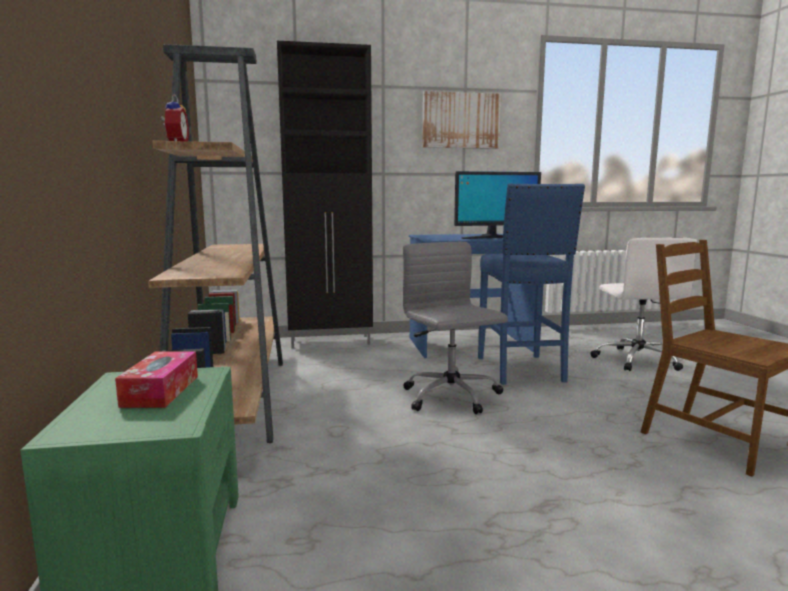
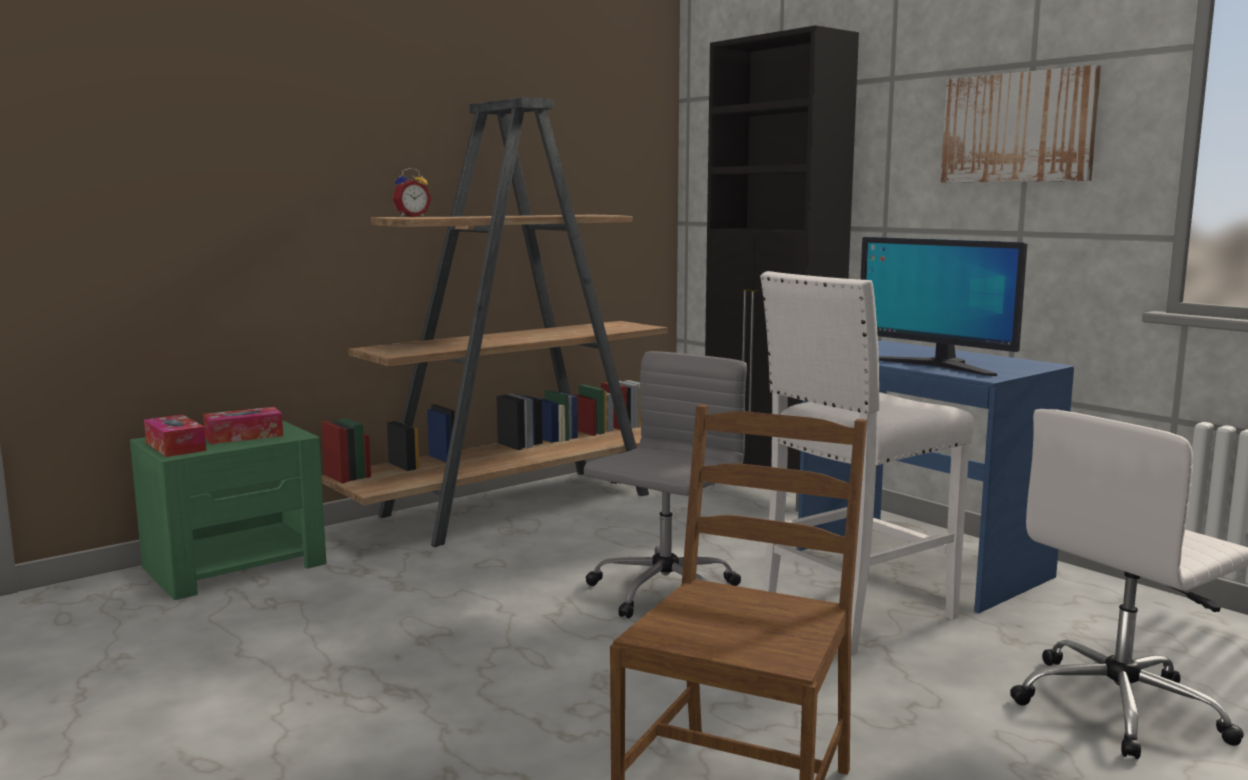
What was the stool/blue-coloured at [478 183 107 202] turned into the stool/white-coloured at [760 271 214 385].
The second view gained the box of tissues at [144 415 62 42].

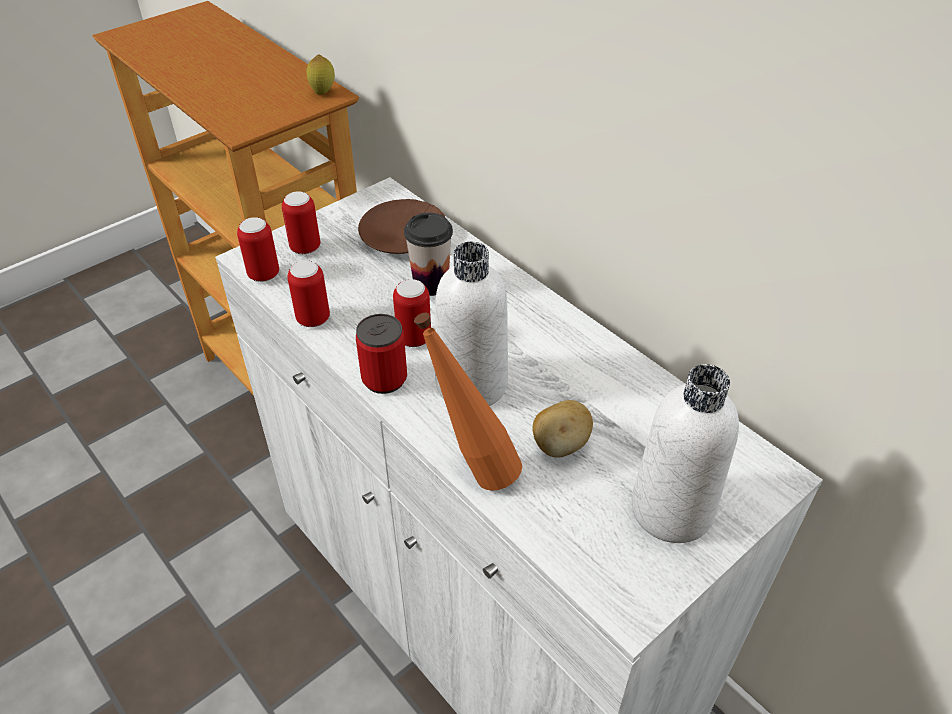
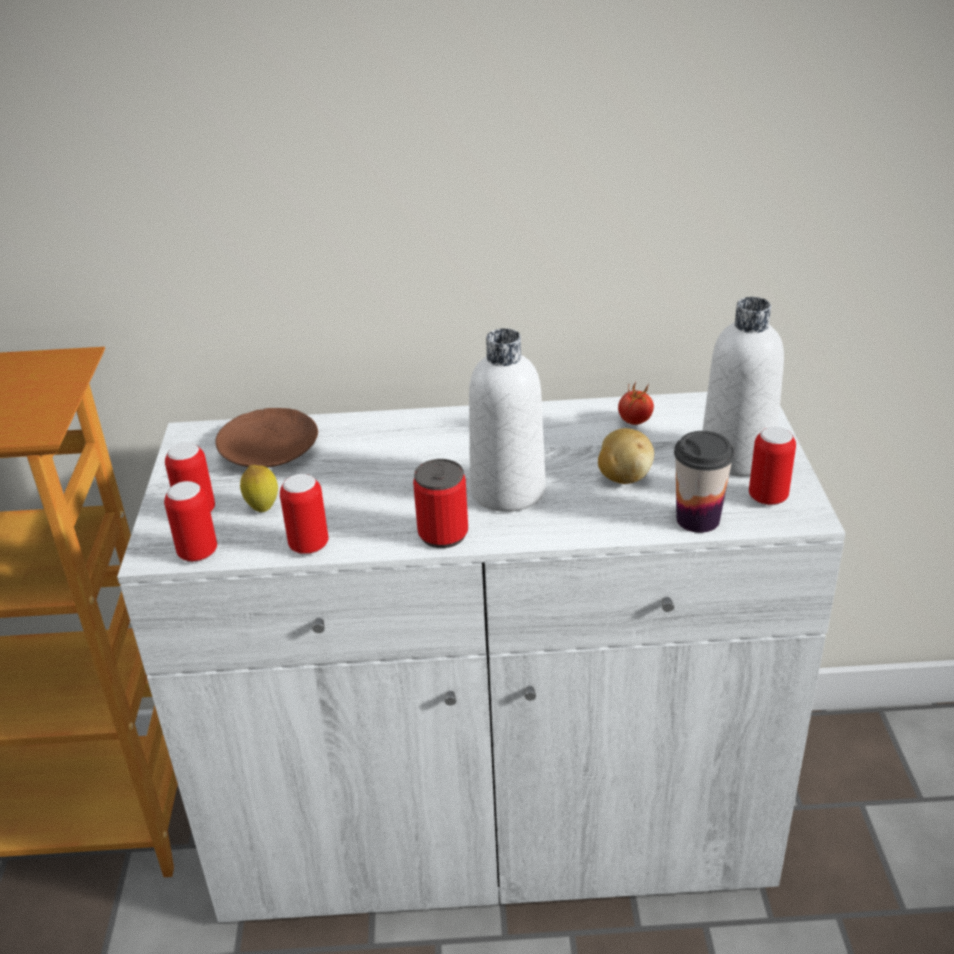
The citrus fruit ended up elsewhere, having gone from [306 55 29 40] to [240 465 38 47].
The small cup ended up elsewhere, having gone from [404 213 49 83] to [674 431 61 102].
The can ended up elsewhere, having gone from [393 279 38 68] to [749 427 47 78].
The second view lost the bottle/orange-coloured at [414 313 108 178].
The second view gained the fresh tomato at [618 382 36 43].

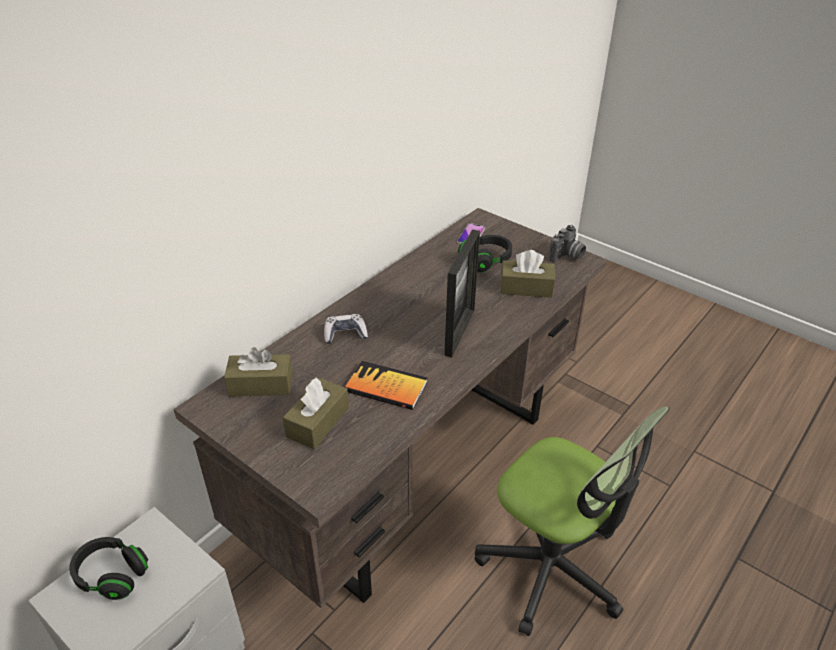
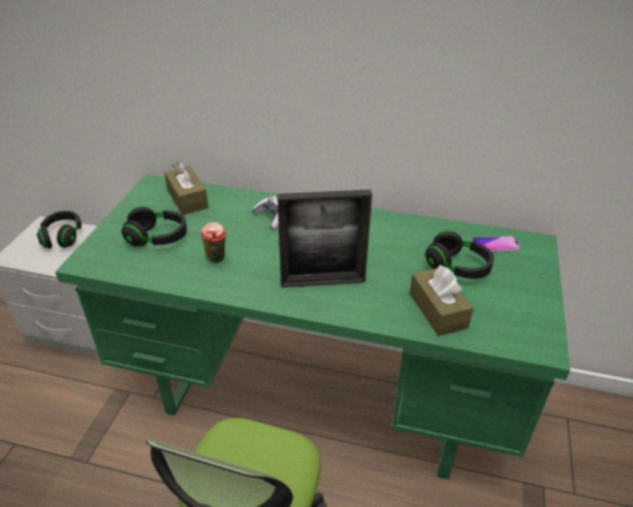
What was the desk/brown-coloured at [173 208 434 400] turned into the desk/green at [55 174 515 306].
The second view lost the photo camera at [548 225 38 37].
Where the bound book stood at [345 361 82 49], the small cup came to stand at [200 222 27 41].
Where the box of tissues/brown-coloured stood at [283 377 66 72], the headset/blackish came to stand at [121 206 66 41].

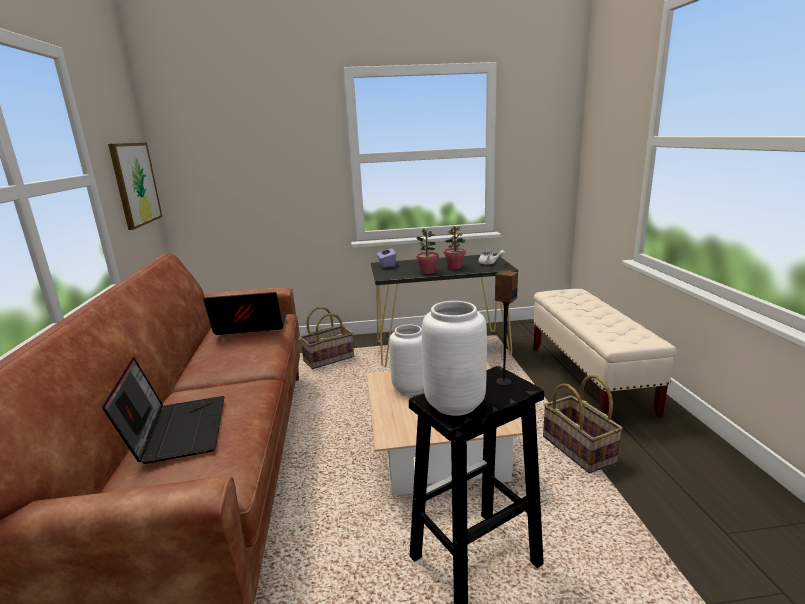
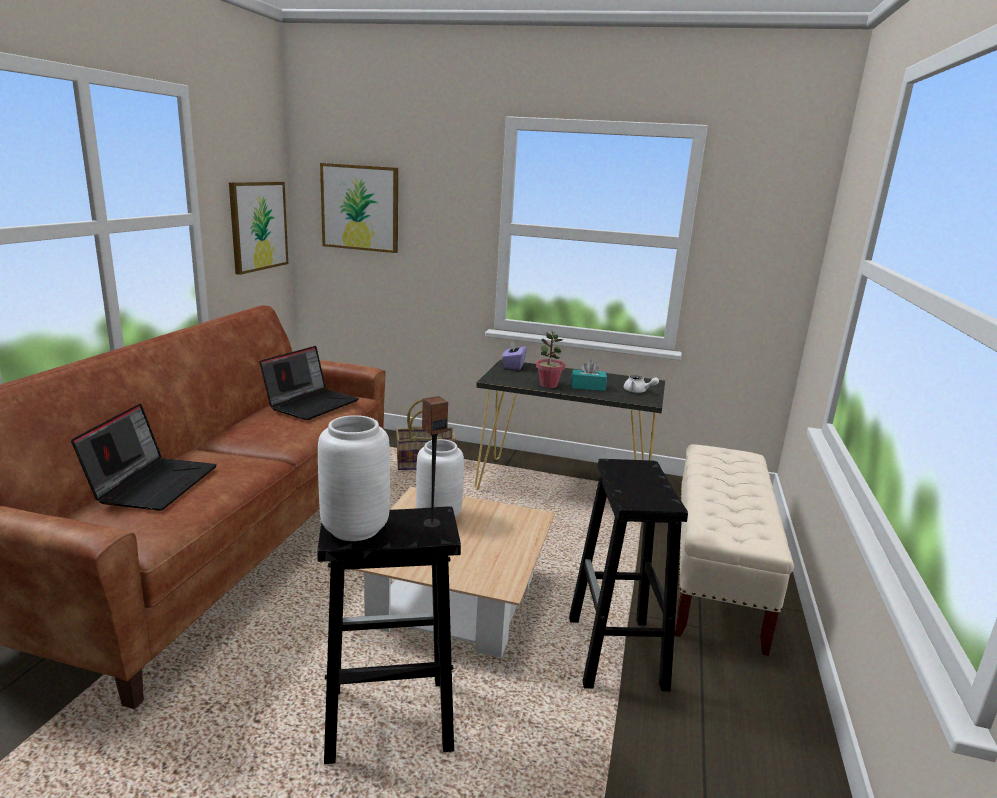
Where the potted plant stood at [444 226 22 43], the box of tissues/blue-green came to stand at [571 360 36 31].
The portable computer at [203 292 84 43] ended up facing another way, 105 degrees clockwise from before.
Where the household basket stood at [543 375 80 98], the stool/blackish came to stand at [569 459 119 232].
The second view gained the wall art at [320 163 78 90].

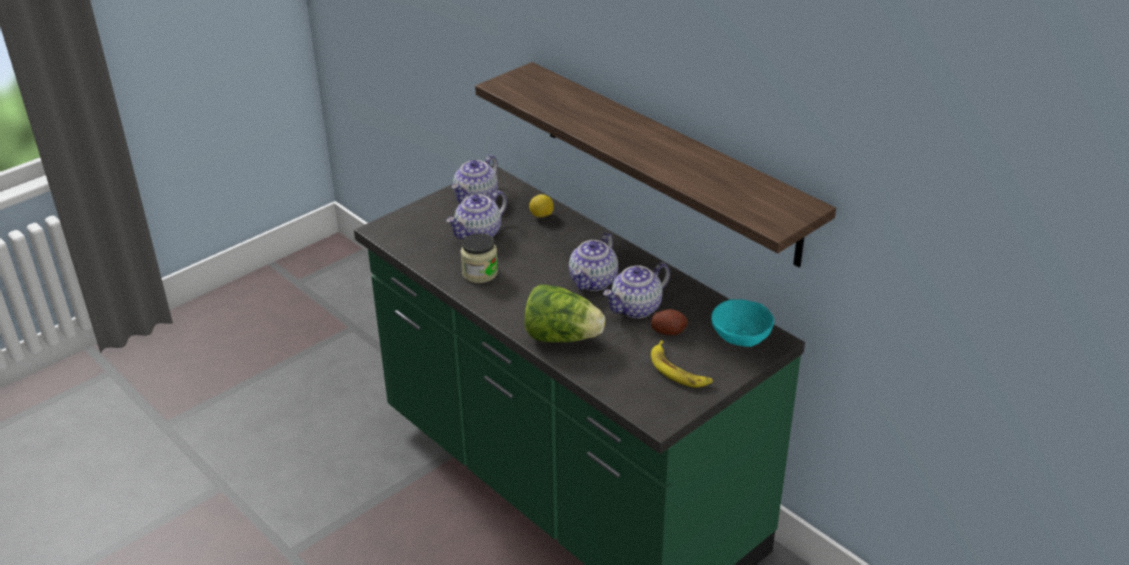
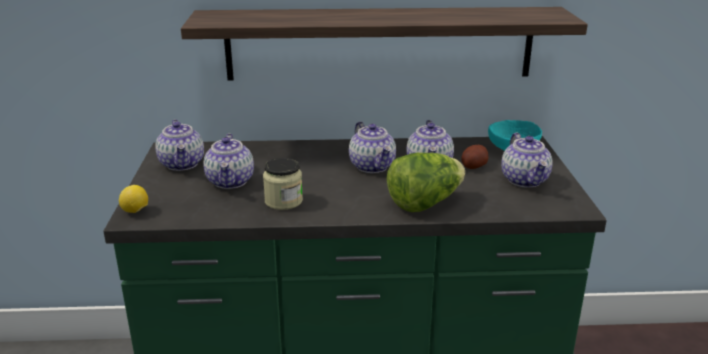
The citrus fruit ended up elsewhere, having gone from [529 194 25 23] to [119 185 29 28].
Where the banana stood at [651 340 62 48], the tea pot came to stand at [501 133 52 55].

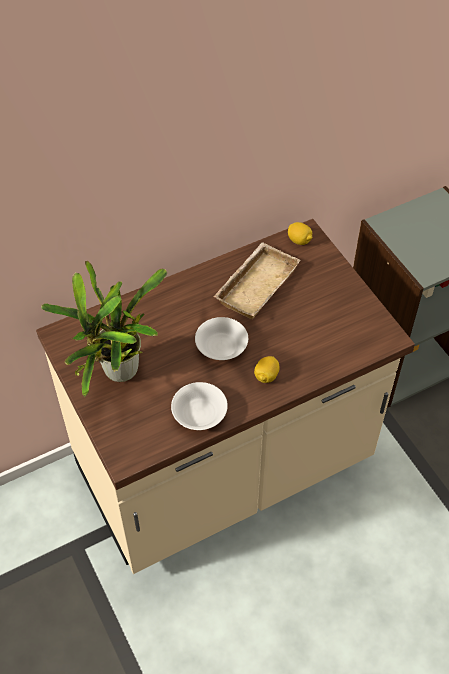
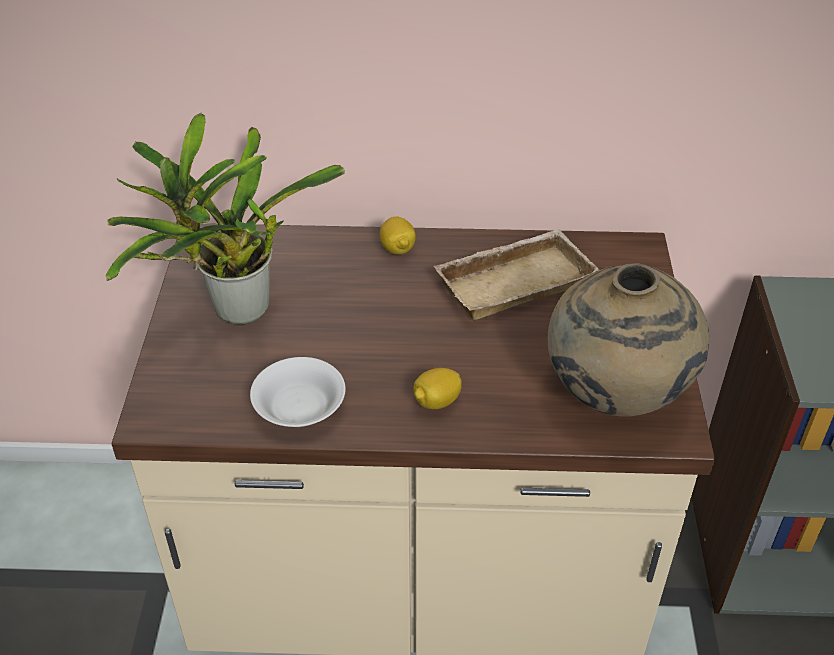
The citrus fruit ended up elsewhere, having gone from [288 222 25 23] to [380 217 36 37].
The second view lost the bowl/white-coloured at [195 317 53 43].
The second view gained the decorative vase/sand-coloured at [548 263 161 153].

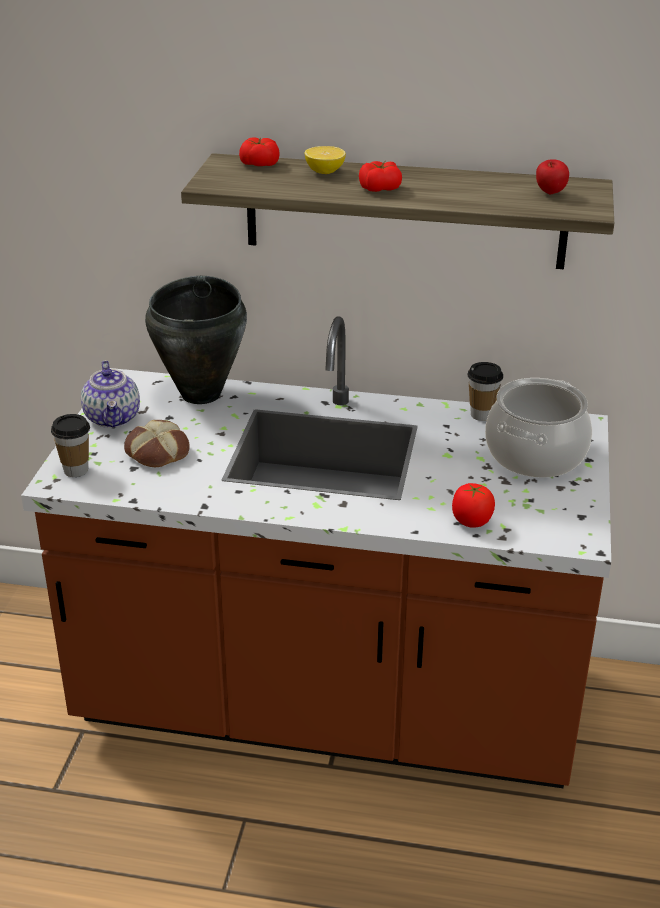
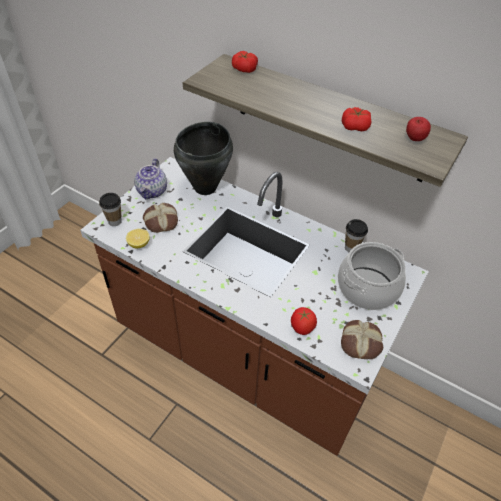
The citrus fruit ended up elsewhere, having gone from [305 146 41 28] to [126 229 24 19].
The fresh tomato ended up elsewhere, having gone from [359 161 43 31] to [342 107 30 24].
The second view gained the baked bread at [341 320 42 39].

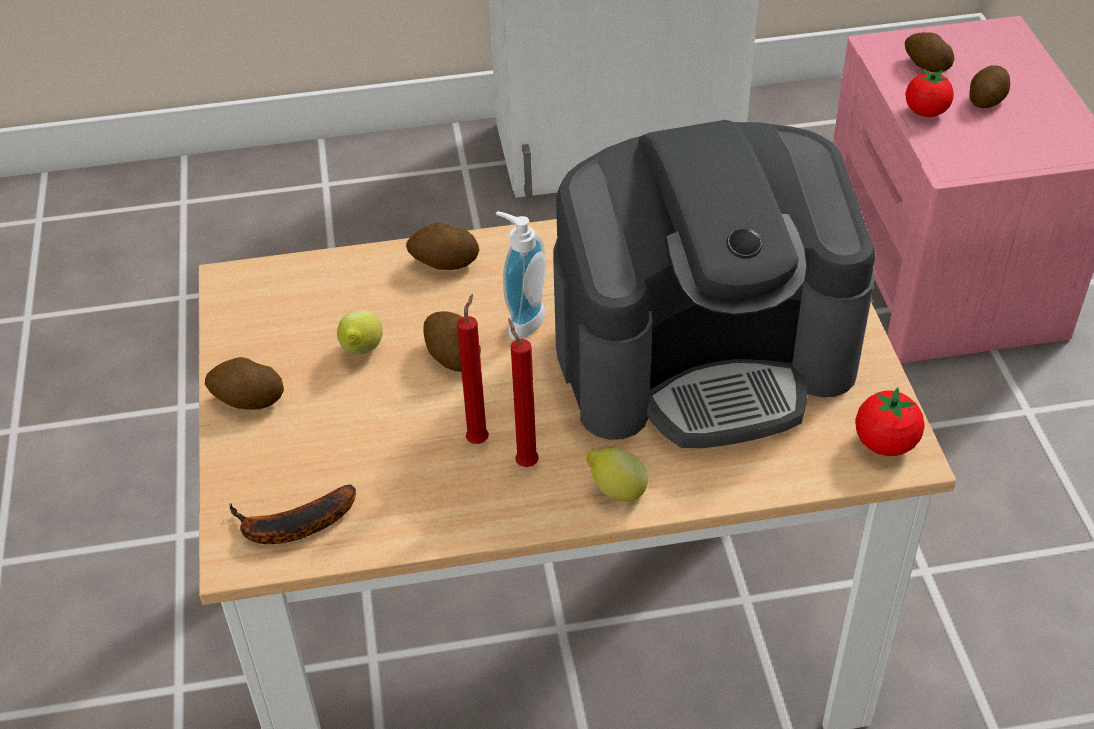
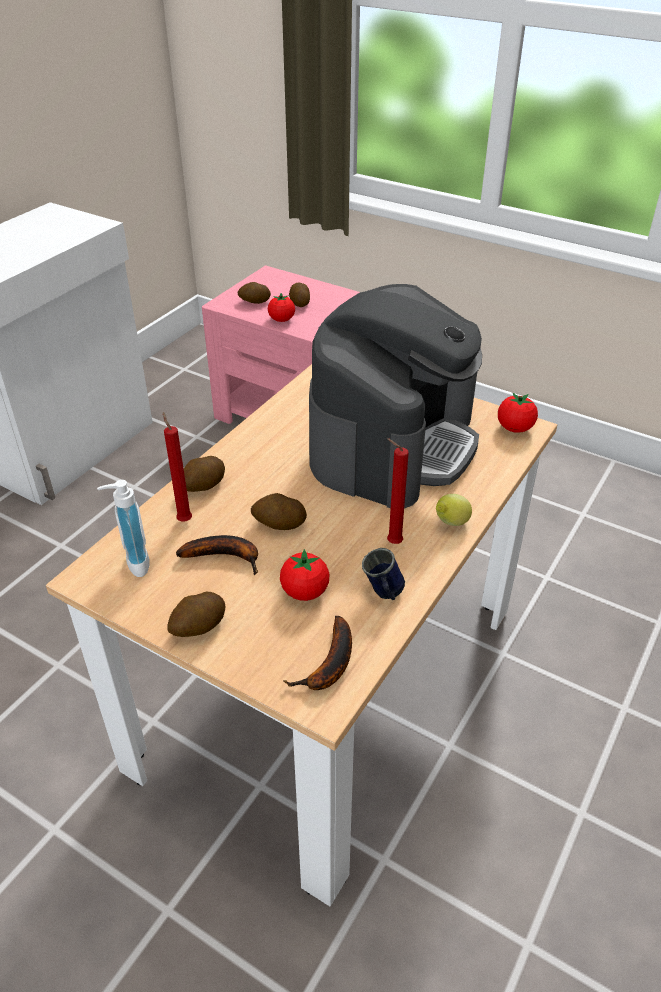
The soap dispenser ended up elsewhere, having gone from [496 211 50 129] to [97 480 52 97].
The candle/reddish ended up elsewhere, having gone from [457 294 32 150] to [163 412 29 110].
Where the citrus fruit stood at [337 310 46 44], the banana came to stand at [176 535 82 40].
The second view gained the tea mug/blue-coloured at [362 548 43 52].
The second view gained the fresh tomato at [280 549 49 52].

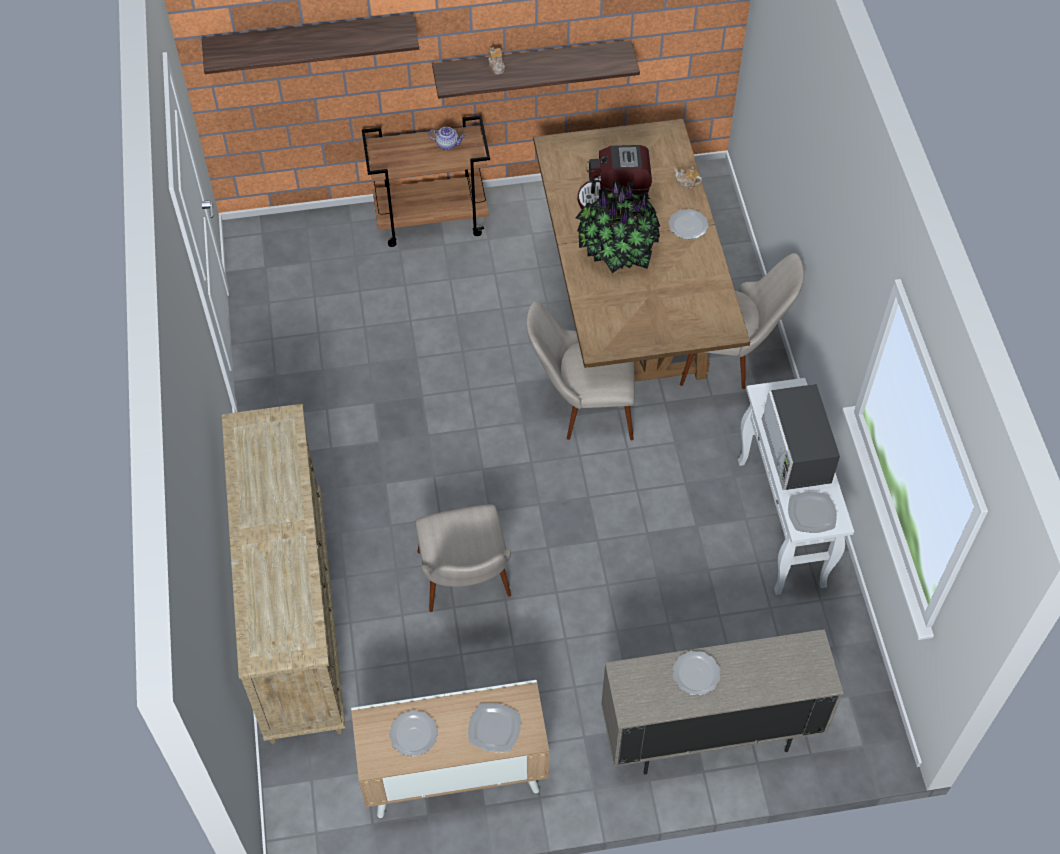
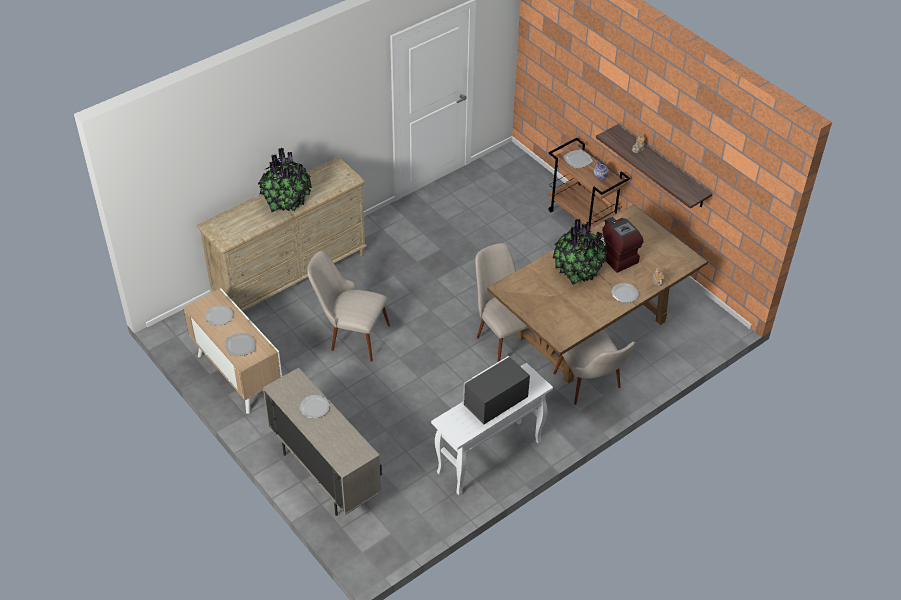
The second view lost the shelf at [202 14 217 60].
The flat dish ended up elsewhere, having gone from [788 492 49 41] to [563 150 30 19].
The plain chair/sand-coloured at [415 505 96 107] ended up facing another way, 60 degrees clockwise from before.
The second view gained the potted plant at [258 148 54 64].

